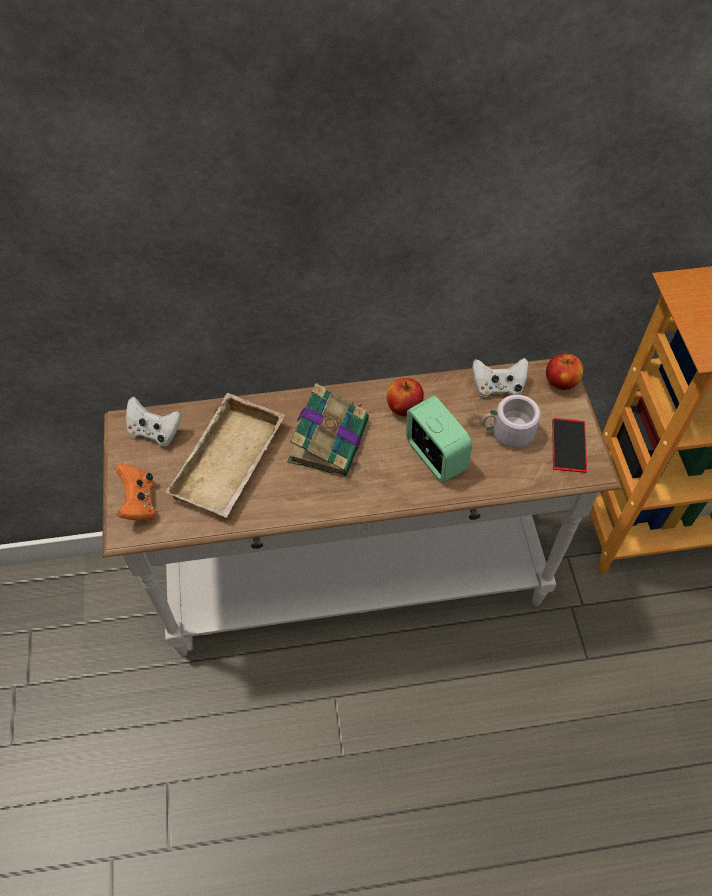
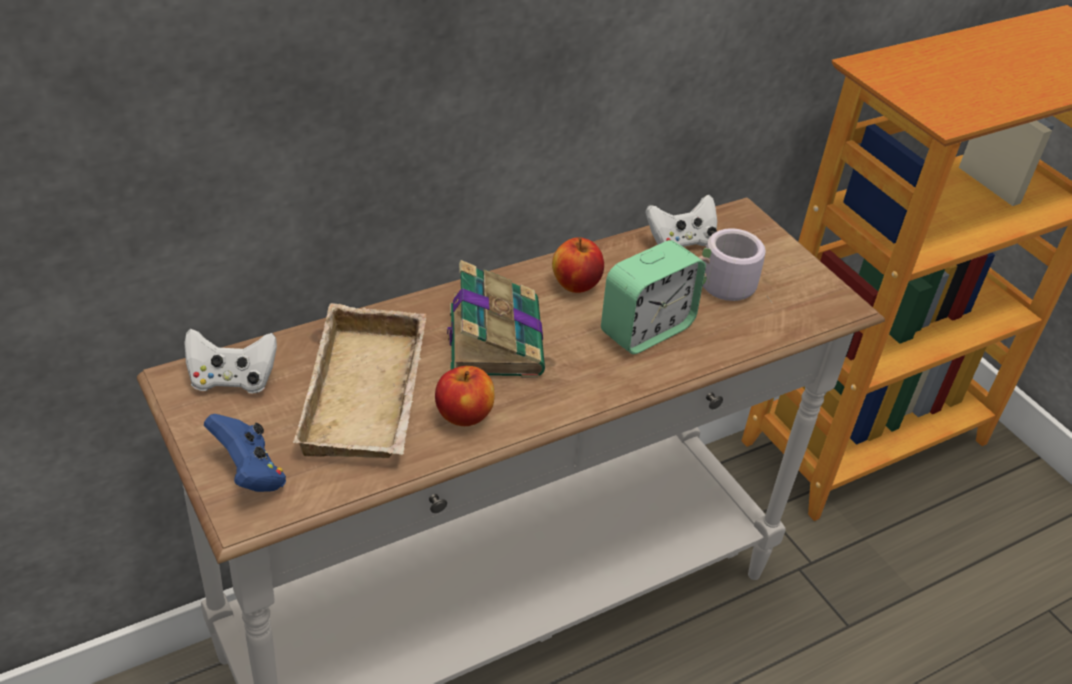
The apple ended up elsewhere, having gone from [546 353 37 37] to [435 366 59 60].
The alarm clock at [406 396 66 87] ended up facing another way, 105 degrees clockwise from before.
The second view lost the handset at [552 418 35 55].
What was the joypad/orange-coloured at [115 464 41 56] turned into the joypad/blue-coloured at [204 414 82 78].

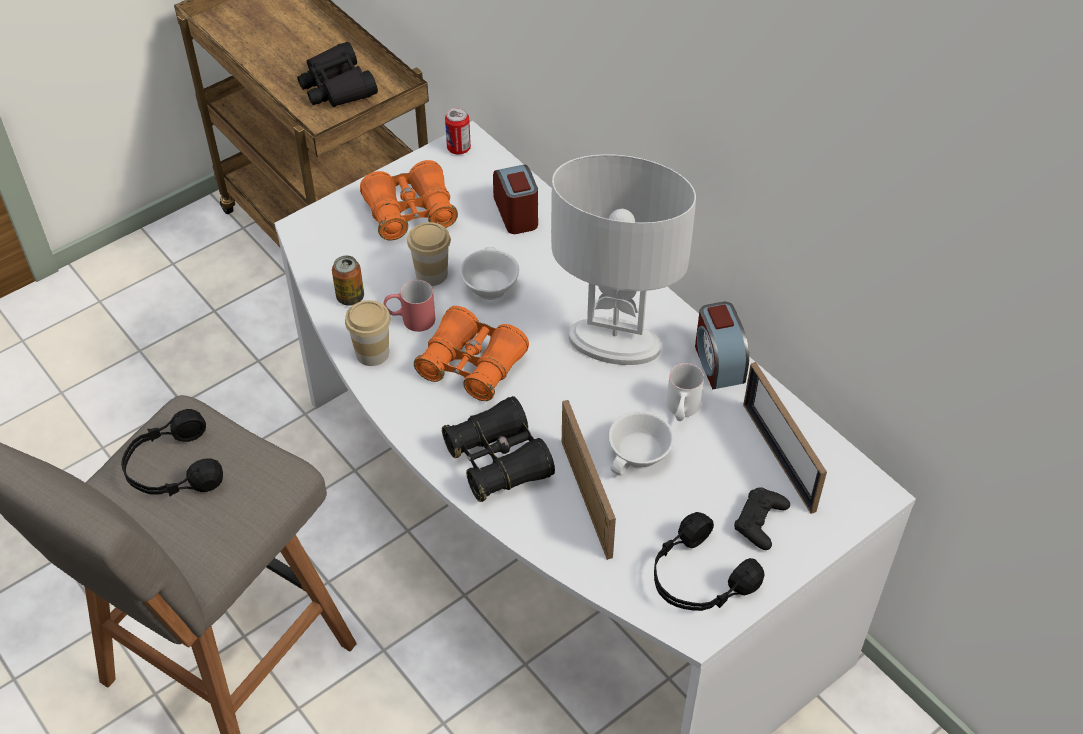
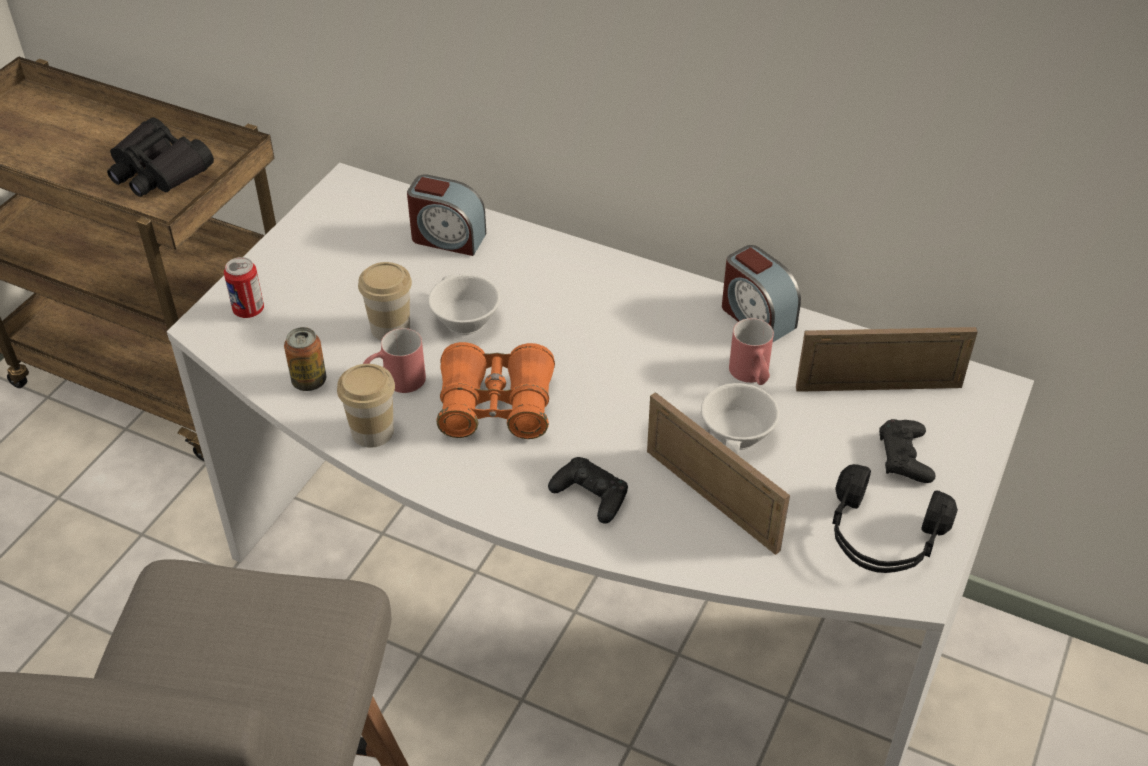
The can ended up elsewhere, having gone from [445 108 26 46] to [224 257 40 61].
The second view lost the tabletop lamp/white-coloured at [551 154 145 211].
The second view lost the pair of binoculars/orange-coloured at [360 160 98 81].
The alarm clock at [493 164 45 70] ended up facing another way, 150 degrees clockwise from before.
The photo frame at [743 362 84 152] ended up facing another way, 135 degrees clockwise from before.
What was the tea mug/white-coloured at [666 363 38 58] turned into the tea mug/reddish at [729 318 45 67].
Where the pair of binoculars/blackish stood at [442 396 113 106], the joypad/blackish came to stand at [548 457 80 67].
The second view lost the headset/blackish at [121 409 102 87].

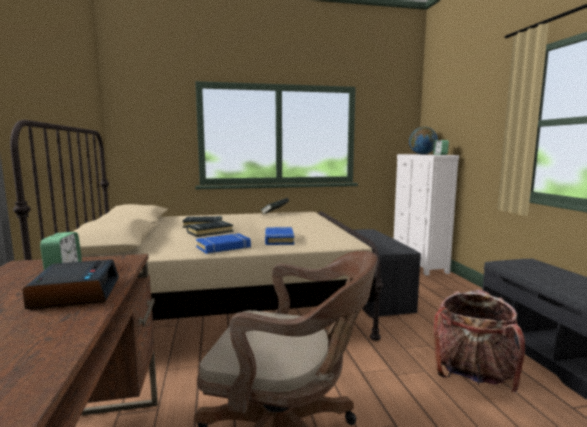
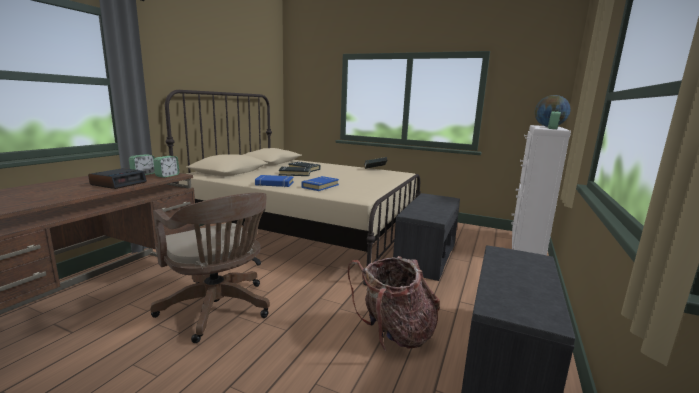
The second view gained the alarm clock at [153 156 26 22].

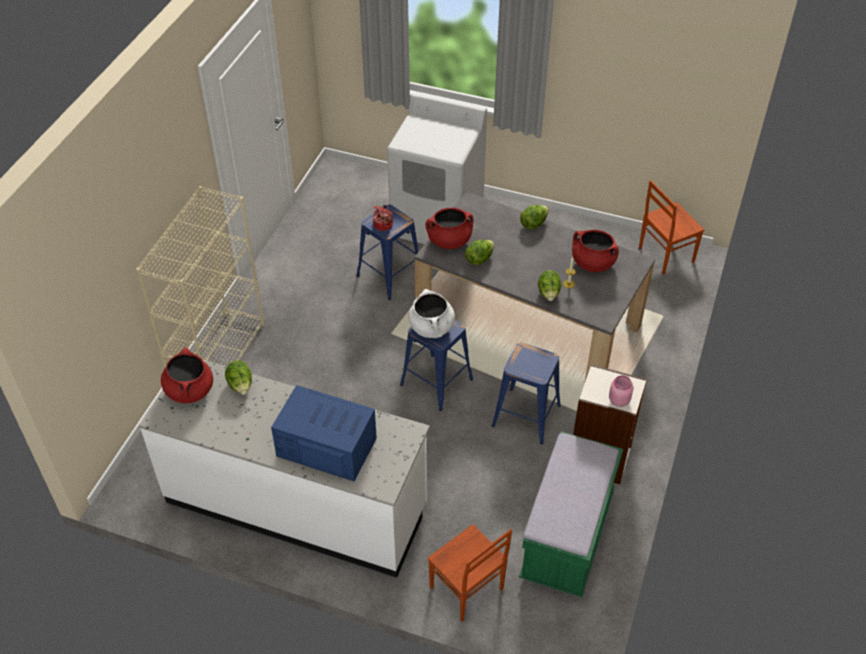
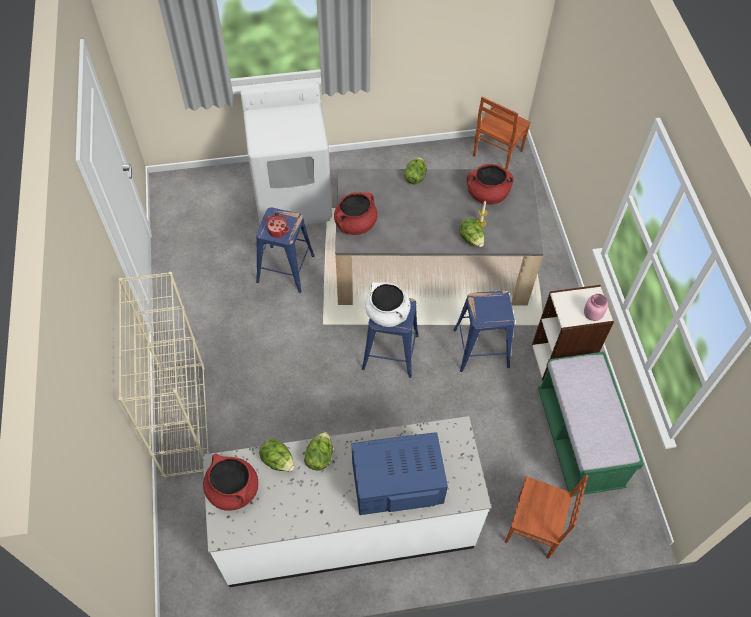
The lettuce ended up elsewhere, having gone from [465 240 29 25] to [304 432 29 39].

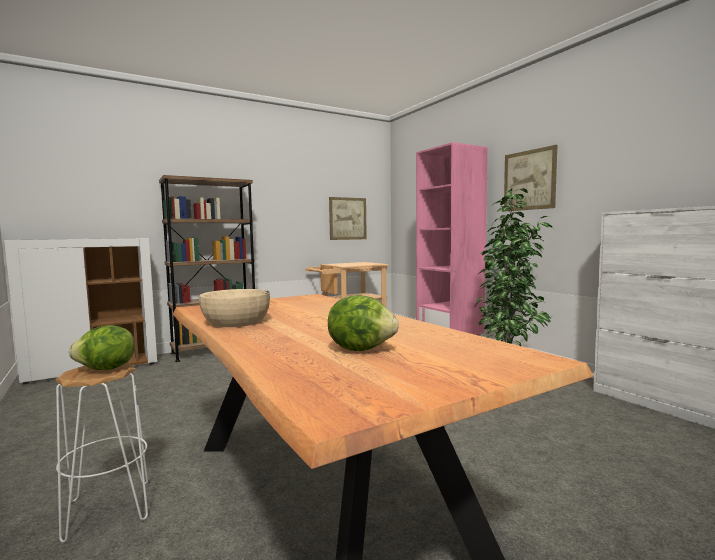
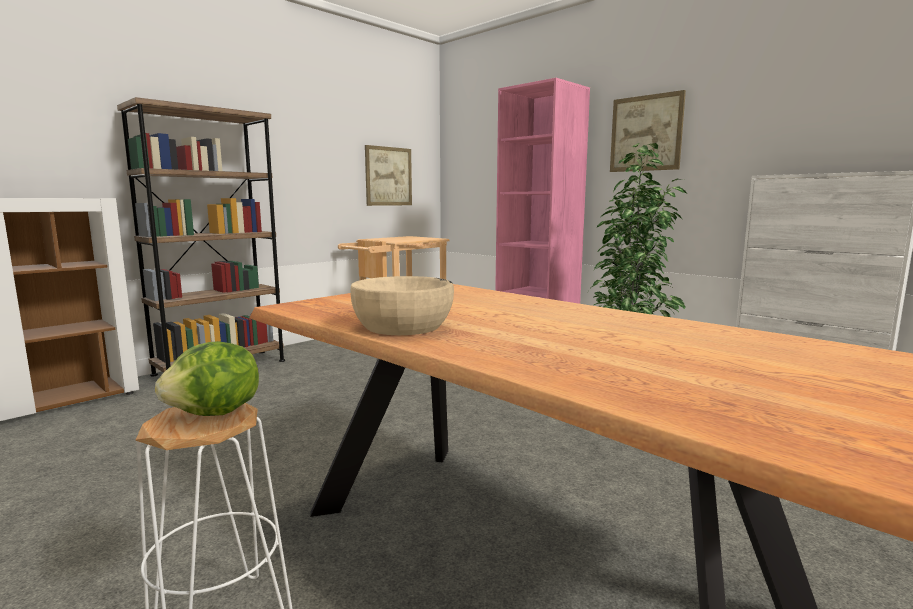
The second view lost the lettuce at [328 295 71 56].

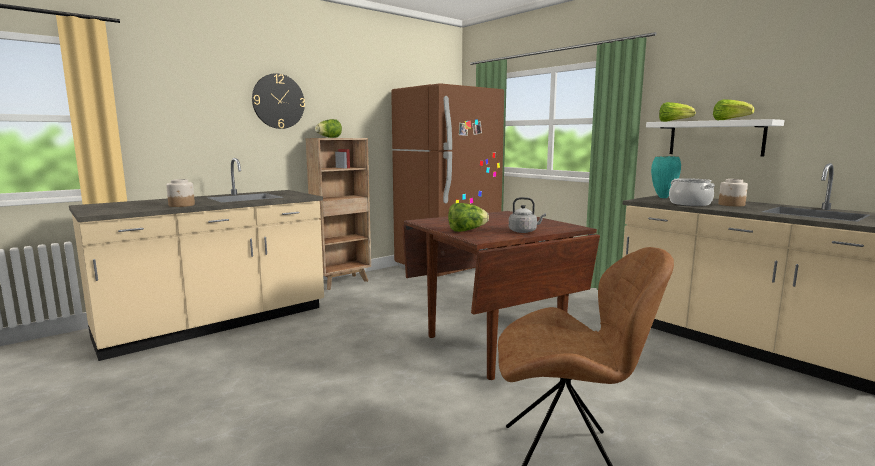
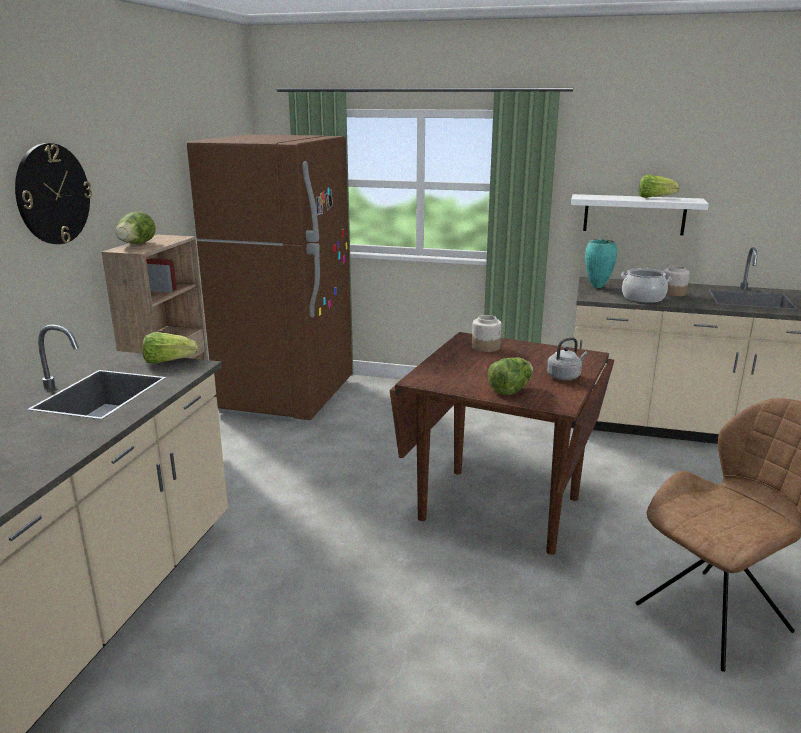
The lettuce ended up elsewhere, having gone from [659 102 37 20] to [142 332 56 32].
The storage jar ended up elsewhere, having gone from [166 179 29 28] to [472 315 30 37].

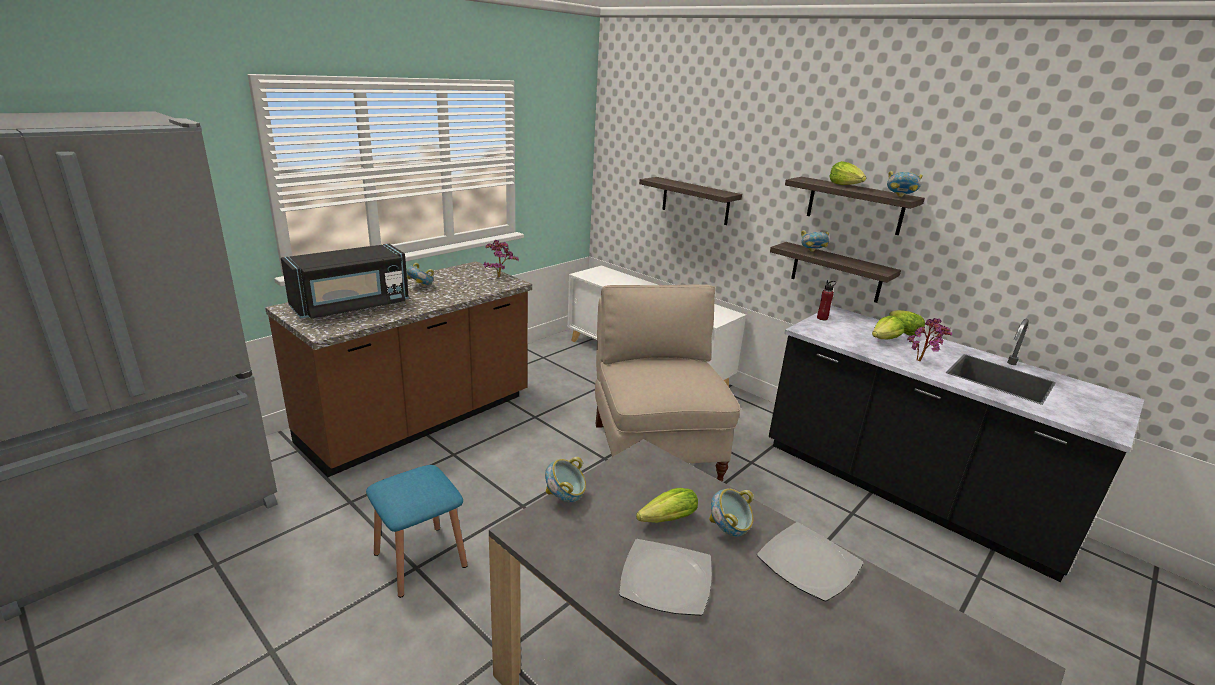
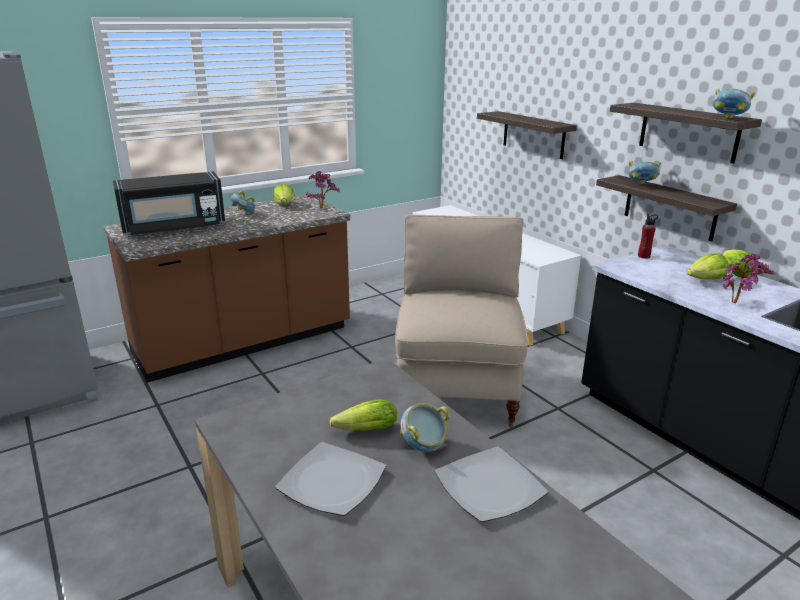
The lettuce ended up elsewhere, having gone from [829 161 37 24] to [273 184 22 21].
The second view lost the bowl at [545 457 41 45].
The second view lost the stool/blue-coloured at [366 465 102 133].

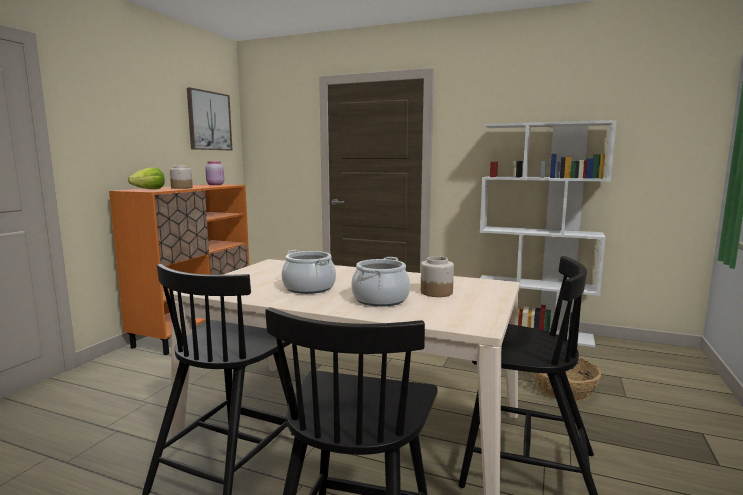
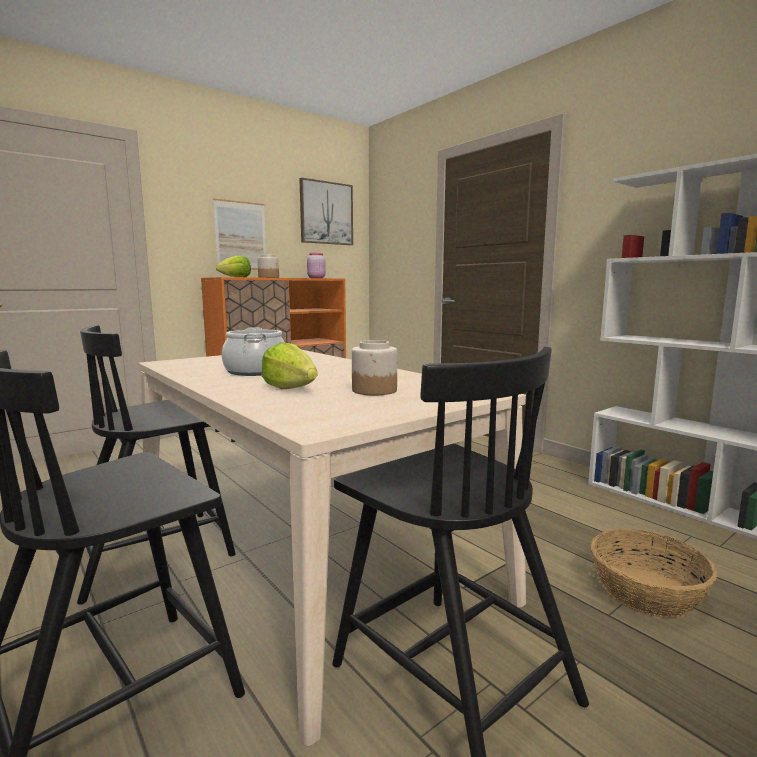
Where the stockpot stood at [351 257 59 50], the lettuce came to stand at [261 342 56 47].
The second view gained the wall art at [213 198 53 72].

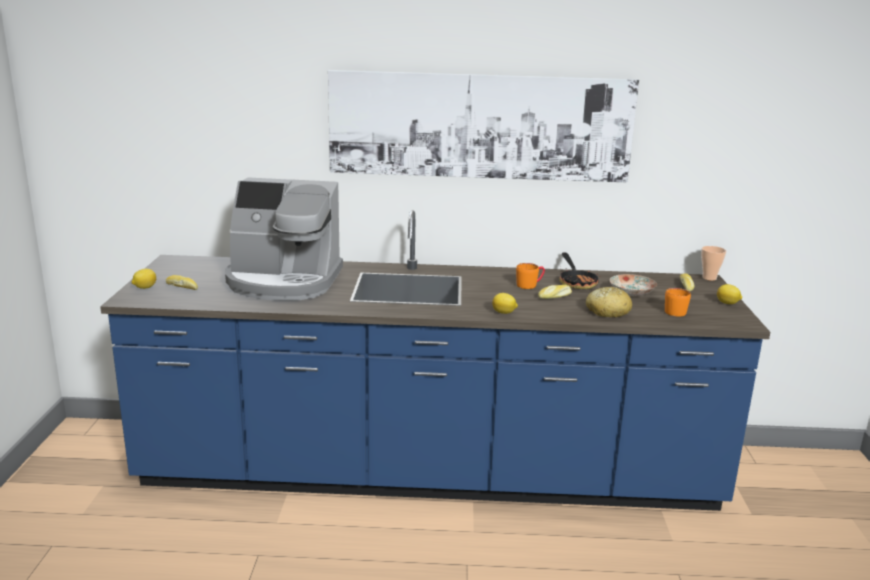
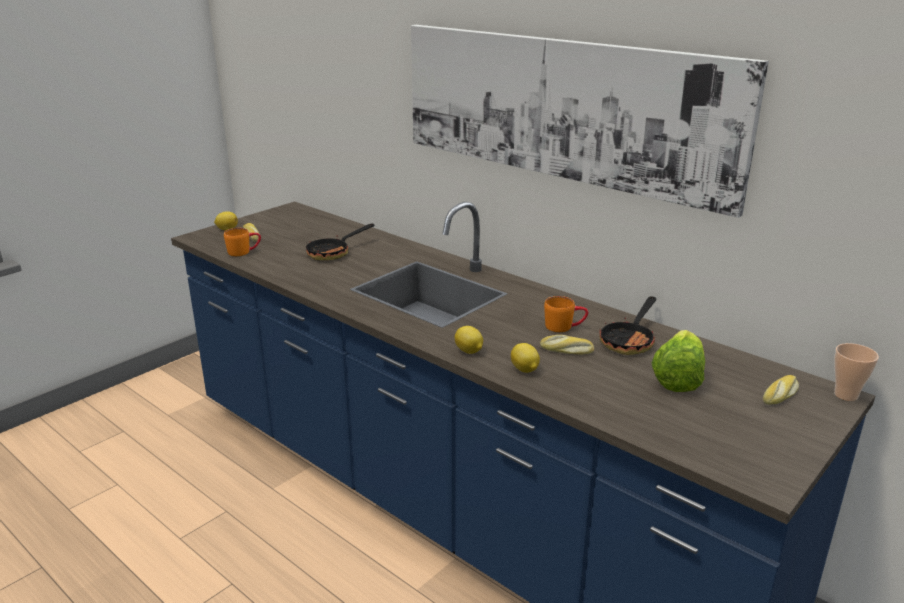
Where the coffee machine stood at [225 177 118 124], the frying pan came to stand at [306 224 69 36].
Where the flat dish stood at [610 274 47 22], the lettuce came to stand at [652 330 53 62].
The citrus fruit ended up elsewhere, having gone from [717 284 25 20] to [511 343 29 30].
The second view lost the baked bread at [586 287 46 31].
The tea mug/orange-coloured ended up elsewhere, having gone from [665 288 26 29] to [224 228 37 28].

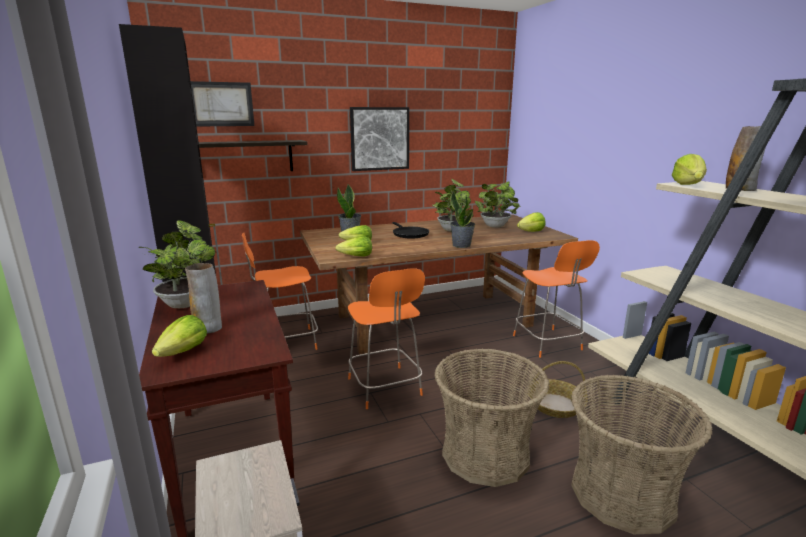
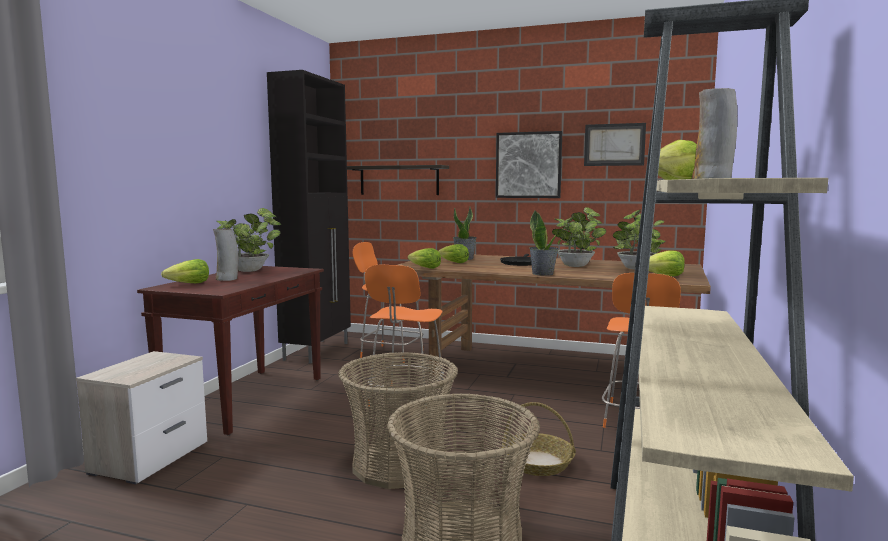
The wall art ended up elsewhere, having gone from [191 81 64 46] to [584 123 62 43].

